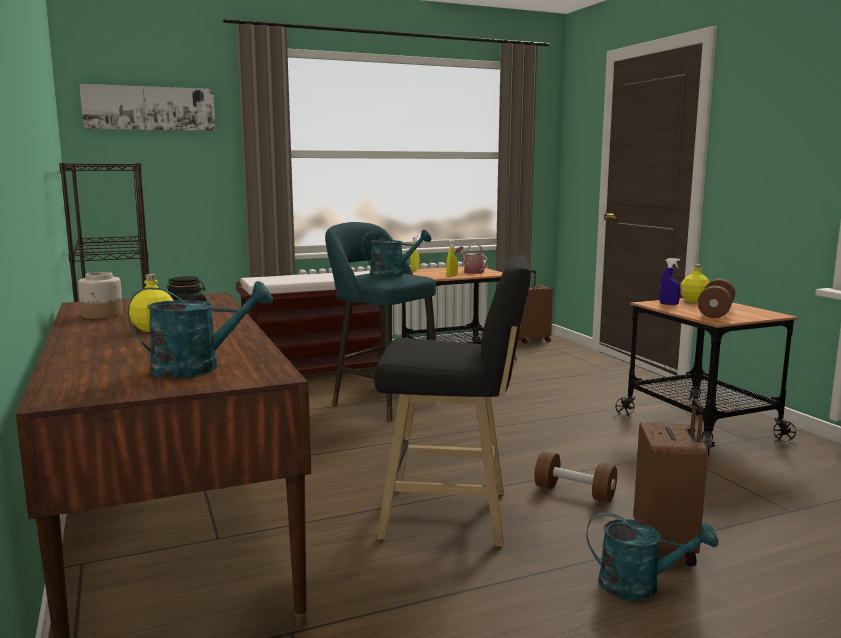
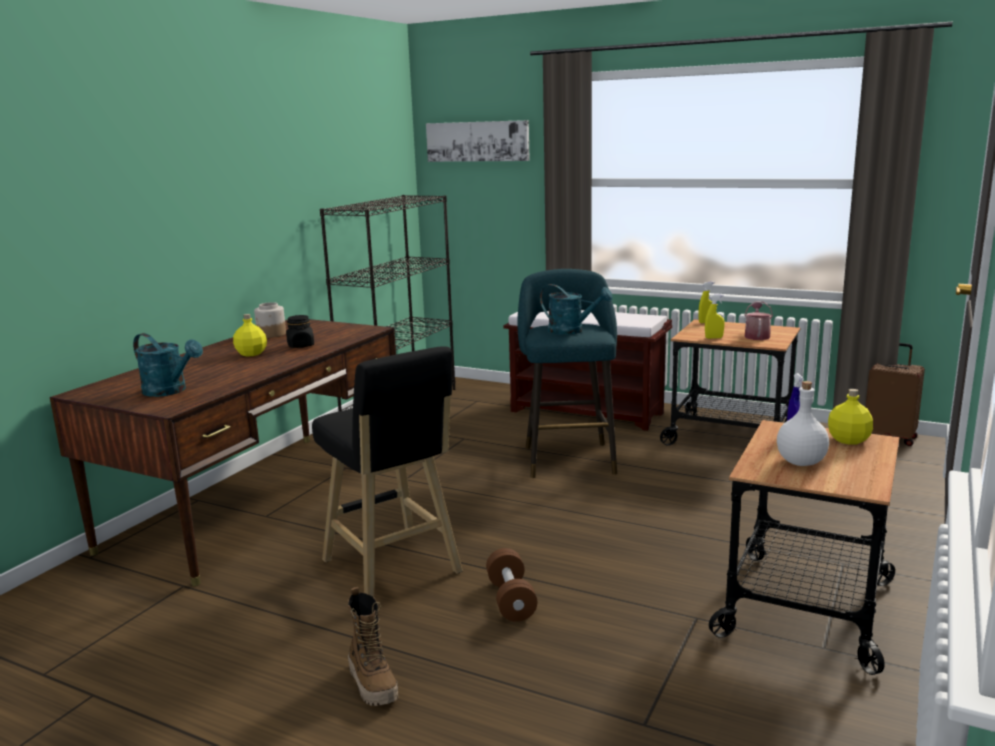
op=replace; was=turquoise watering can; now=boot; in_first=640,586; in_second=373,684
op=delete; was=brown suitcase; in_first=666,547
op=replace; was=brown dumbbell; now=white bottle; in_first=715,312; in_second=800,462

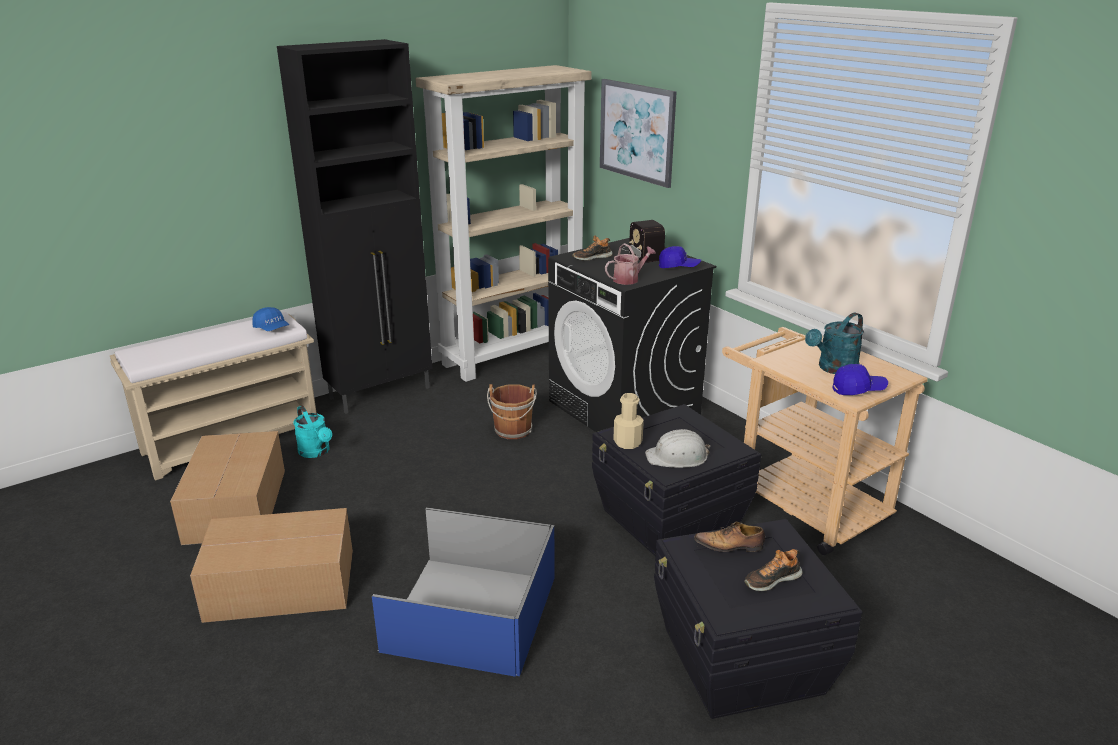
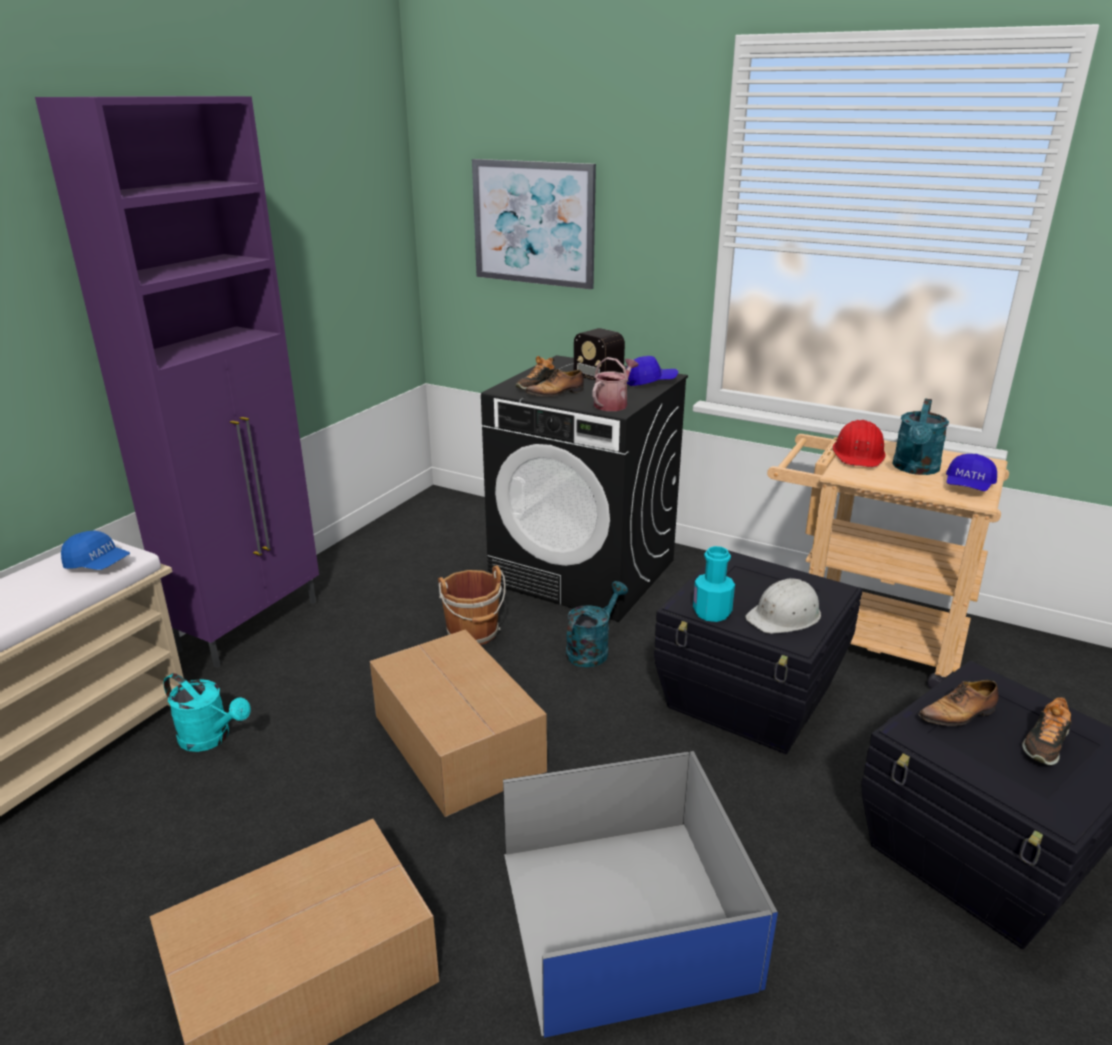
op=move; was=cardboard box; in_first=237,504; in_second=457,740
op=recolor; was=black cabinet; now=purple cabinet; in_first=382,393; in_second=251,625
op=delete; was=beige bookcase; in_first=513,354
op=recolor; was=beige bottle; now=turquoise bottle; in_first=627,442; in_second=712,612
op=rotate; was=blue cap; in_first=858,389; in_second=968,487; clockwise=150
op=insert; now=shoe; in_second=556,393
op=insert; now=turquoise watering can; in_second=592,649
op=insert; now=red hard hat; in_second=859,454

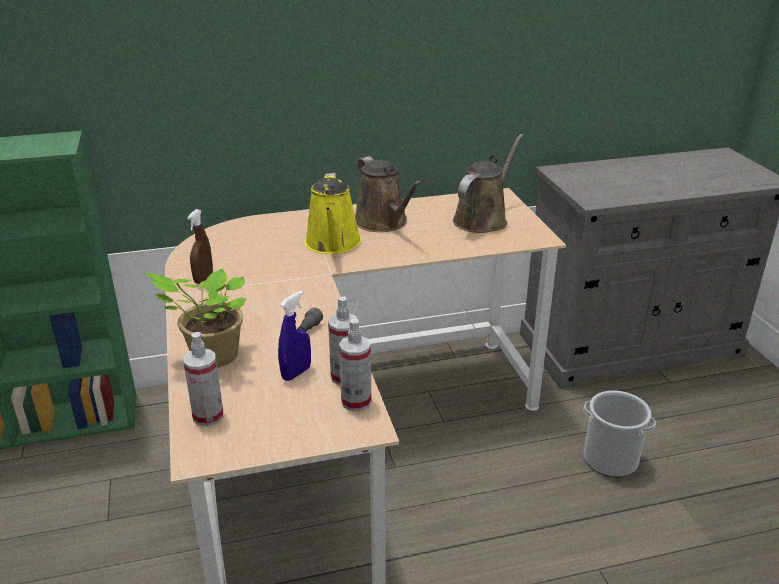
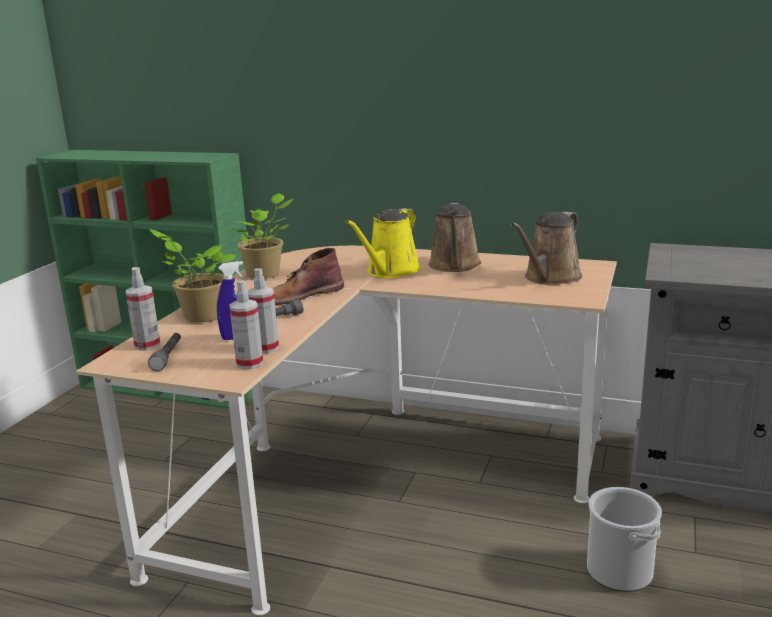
op=replace; was=brown spray bottle; now=potted plant; in_first=203,278; in_second=266,274
op=rotate; was=brown watering can; in_first=483,219; in_second=550,278; clockwise=150
op=insert; now=grey flashlight; in_second=168,357
op=insert; now=brown boot; in_second=302,295

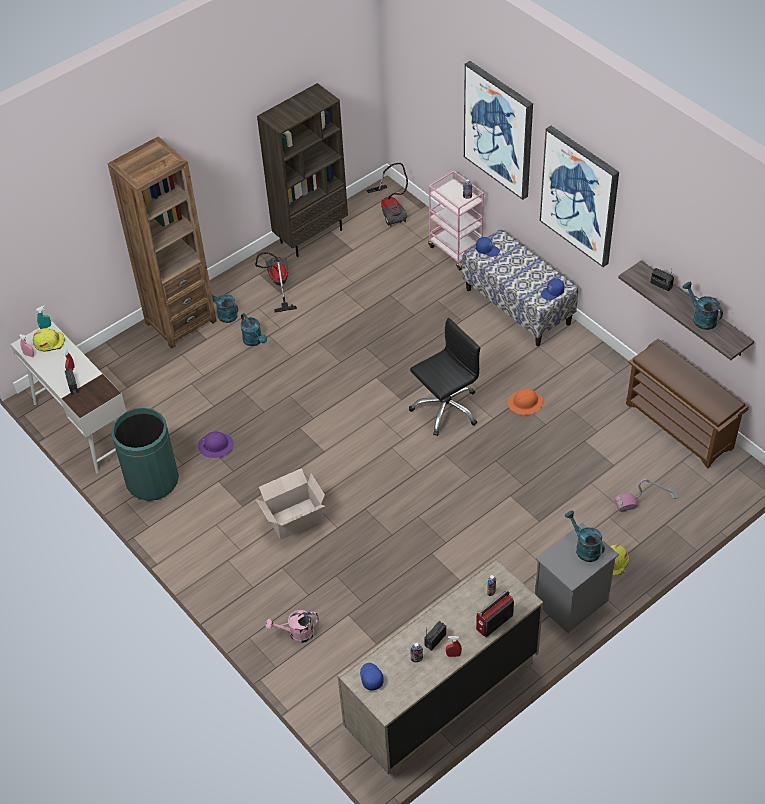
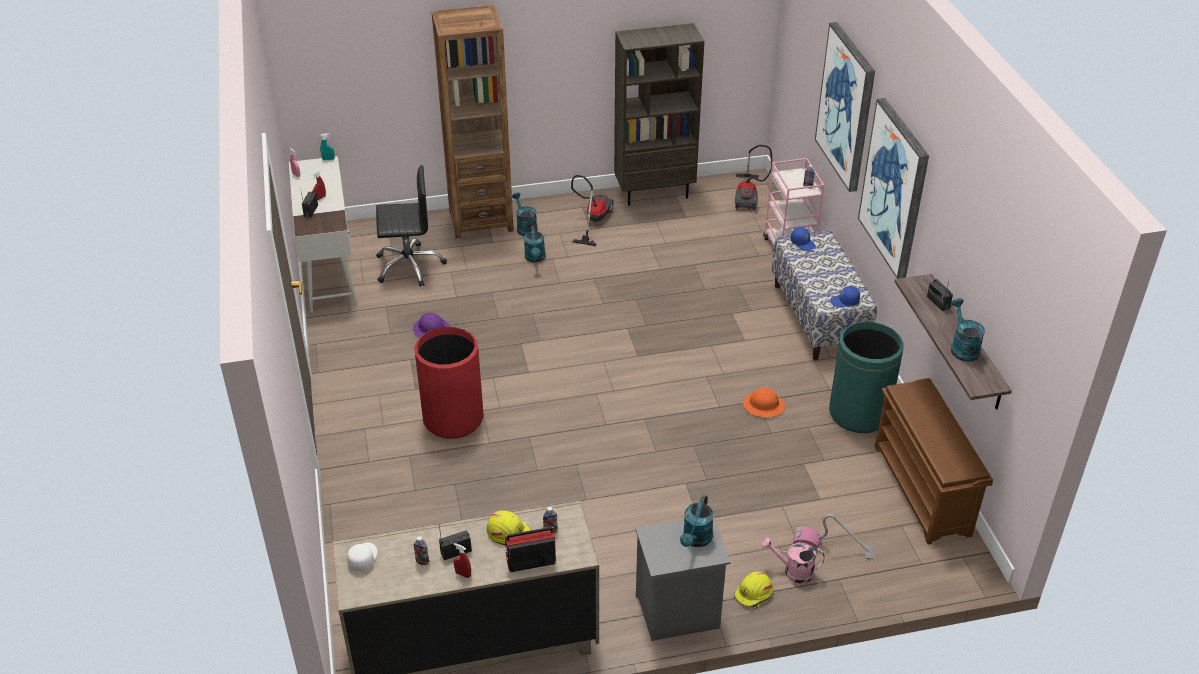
op=move; was=yellow hard hat; in_first=49,342; in_second=508,532
op=move; was=green trash can; in_first=152,480; in_second=858,413
op=replace; was=cardboard box; now=red trash can; in_first=293,519; in_second=453,418
op=move; was=pink watering can; in_first=296,634; in_second=793,571
op=recolor; was=blue cap; now=white cap; in_first=371,678; in_second=362,558
op=move; was=black office chair; in_first=445,408; in_second=409,266
op=rotate; was=turquoise watering can; in_first=584,548; in_second=696,540; clockwise=-150

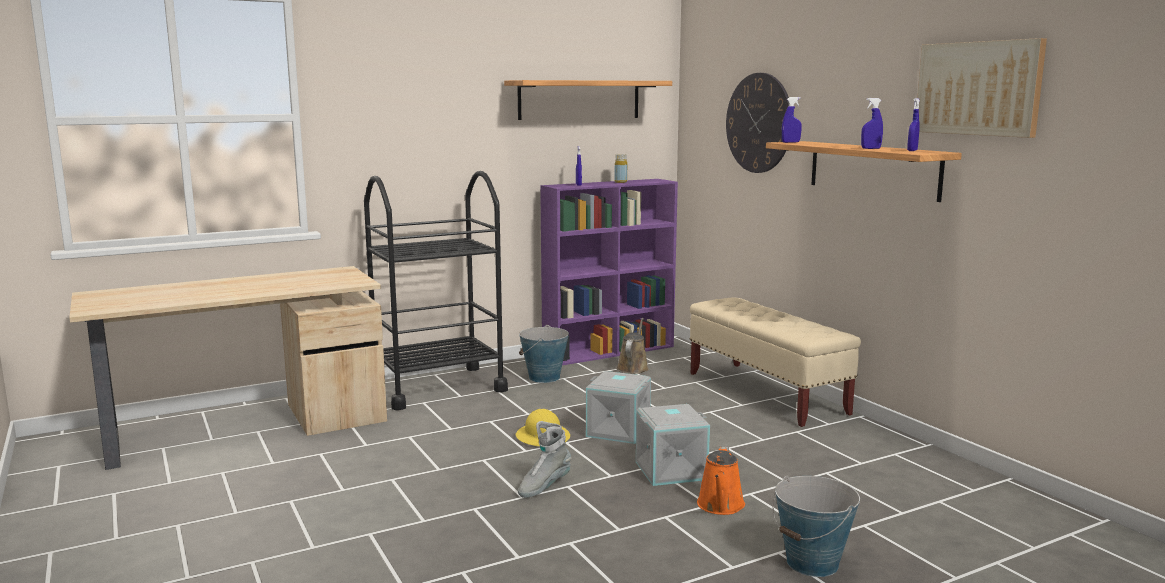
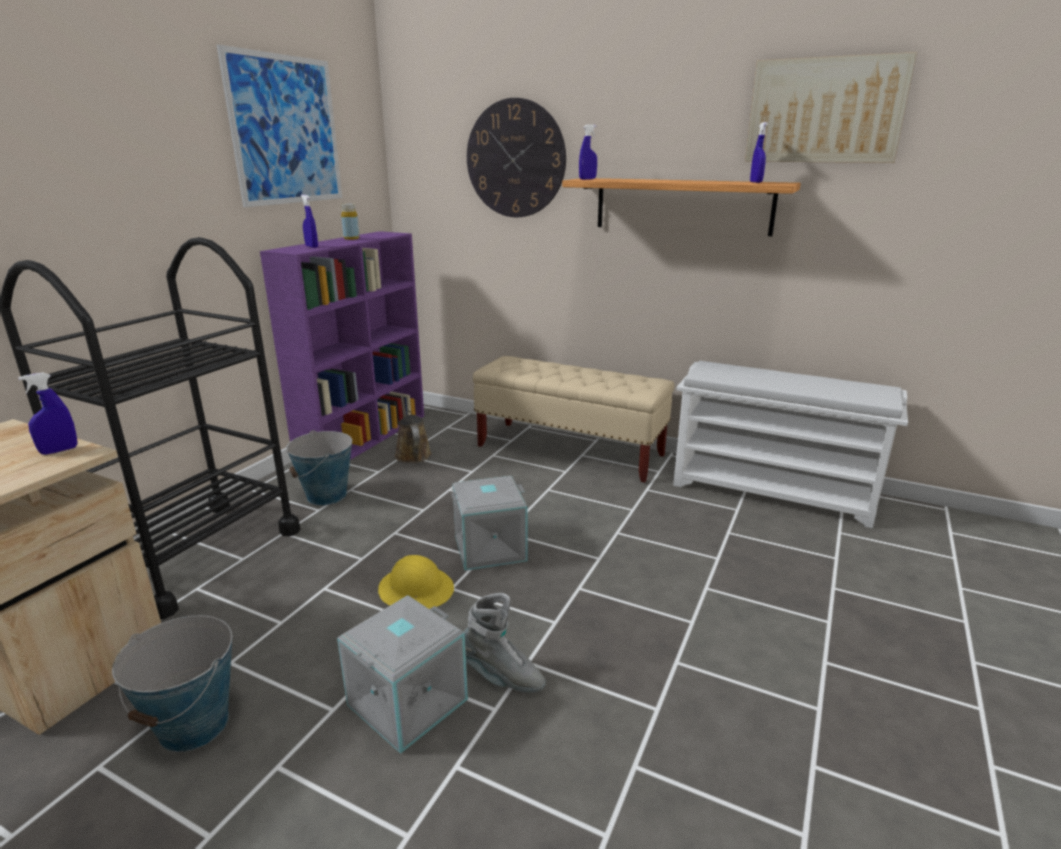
op=replace; was=shelf; now=picture; in_first=579,99; in_second=286,131
op=rotate; was=grey boot; in_first=544,486; in_second=502,676; clockwise=-75
op=move; was=grey storage box; in_first=671,470; in_second=407,700
op=delete; was=orange watering can; in_first=720,506
op=move; was=bucket; in_first=812,563; in_second=194,725
op=move; was=blue spray bottle; in_first=870,148; in_second=59,450
op=insert; now=white shoe rack; in_second=773,491

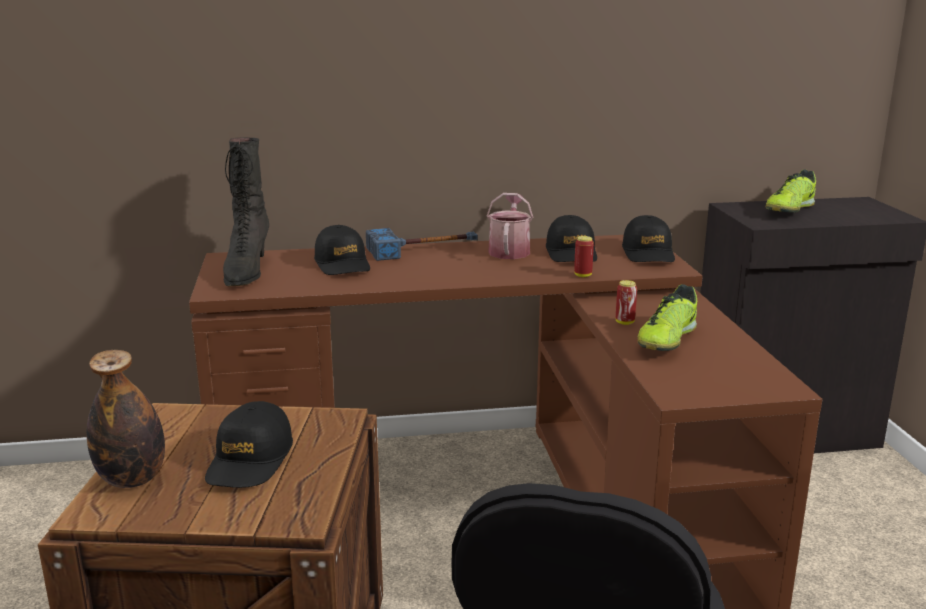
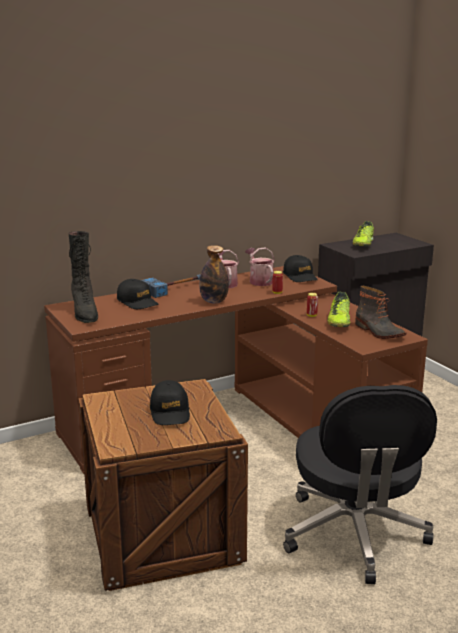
op=move; was=bottle; in_first=132,479; in_second=214,301
op=replace; was=black cap; now=watering can; in_first=571,253; in_second=259,281
op=insert; now=boot; in_second=378,332

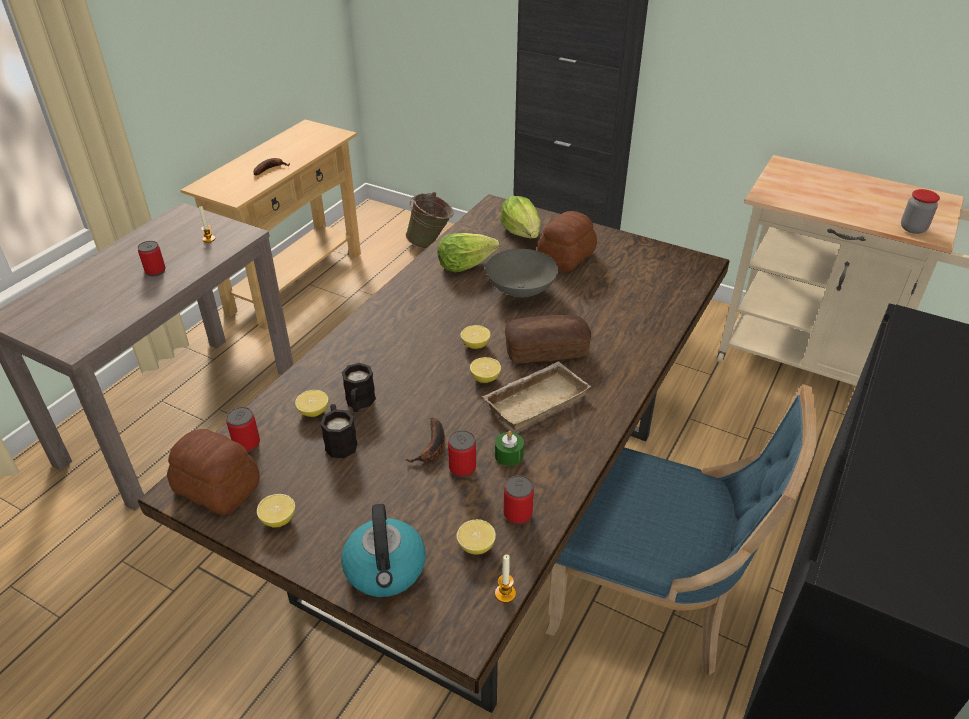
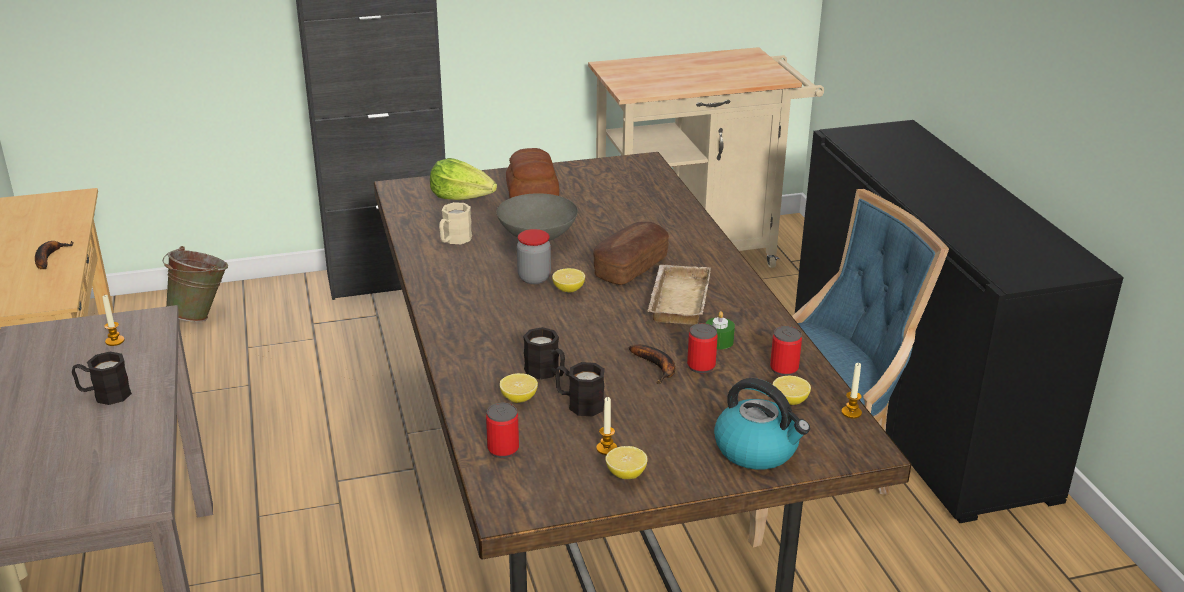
op=replace; was=can; now=black mug; in_first=155,271; in_second=104,395
op=delete; was=bread; in_first=217,488
op=replace; was=lettuce; now=beige mug; in_first=465,264; in_second=454,240
op=delete; was=lemon; in_first=485,378
op=move; was=jar; in_first=913,228; in_second=534,278
op=insert; now=candle; in_second=606,448

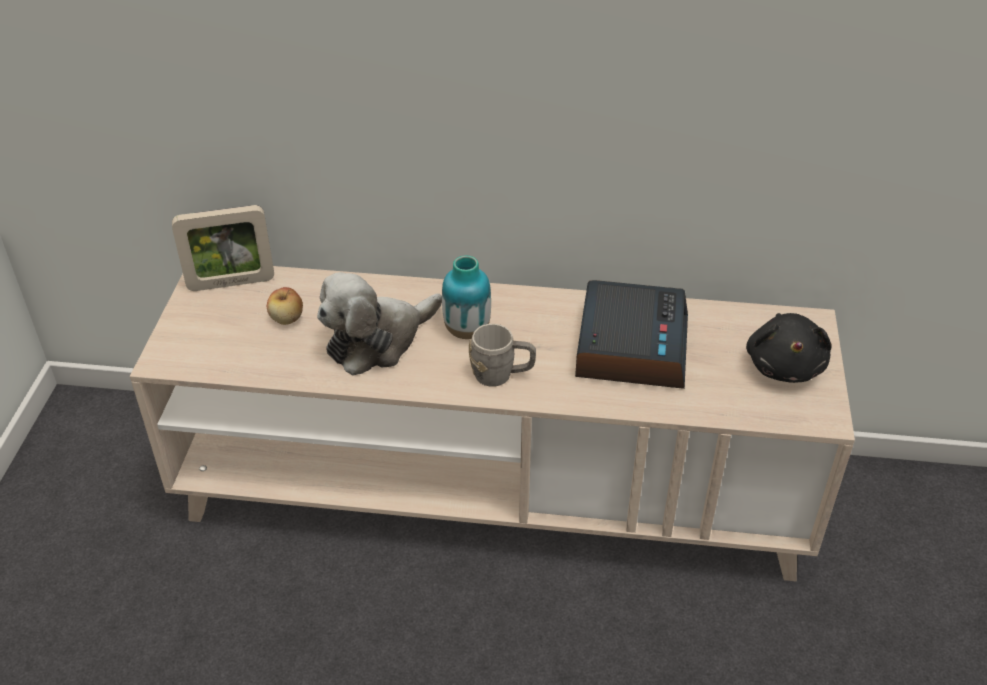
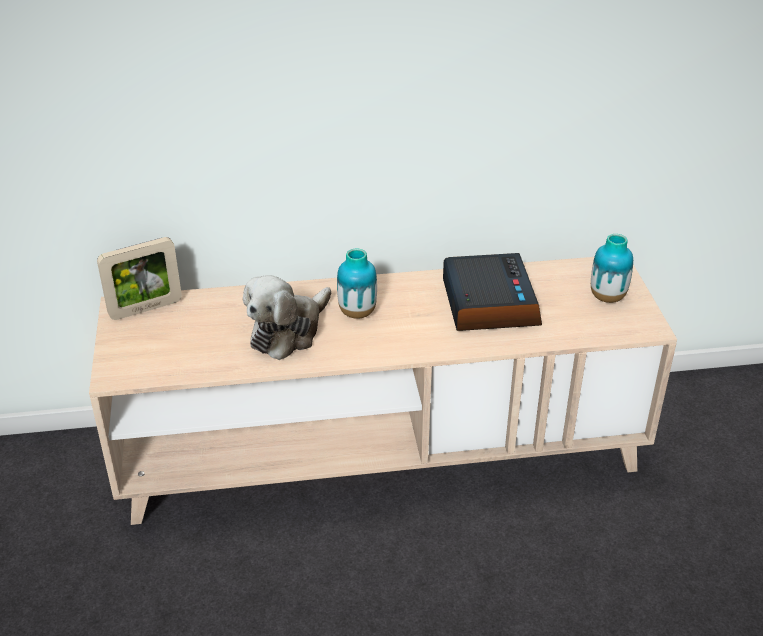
op=delete; was=apple; in_first=287,319
op=delete; was=grey mug; in_first=502,375
op=replace; was=black plush toy; now=vase; in_first=784,365; in_second=607,297

